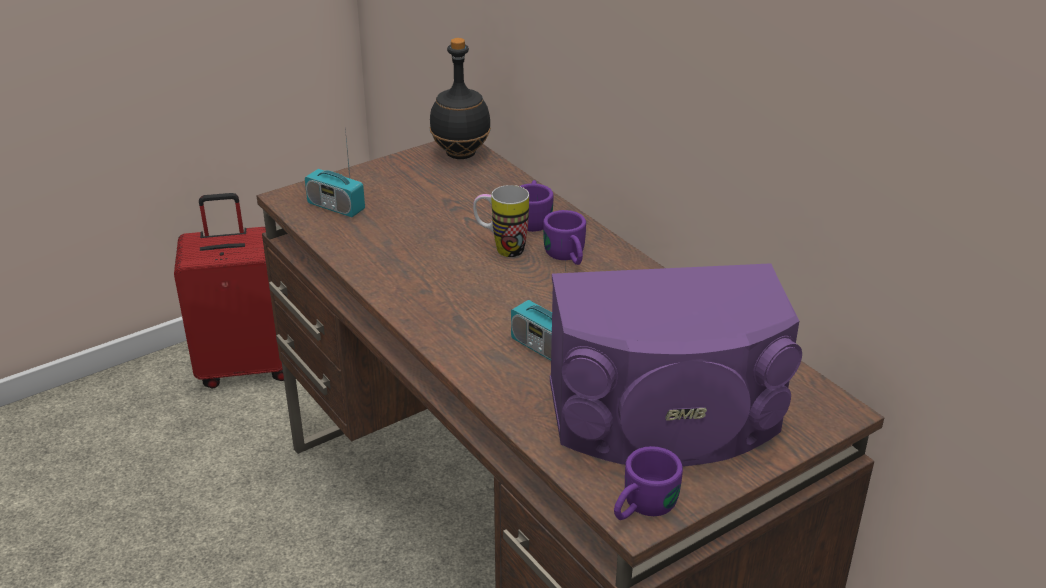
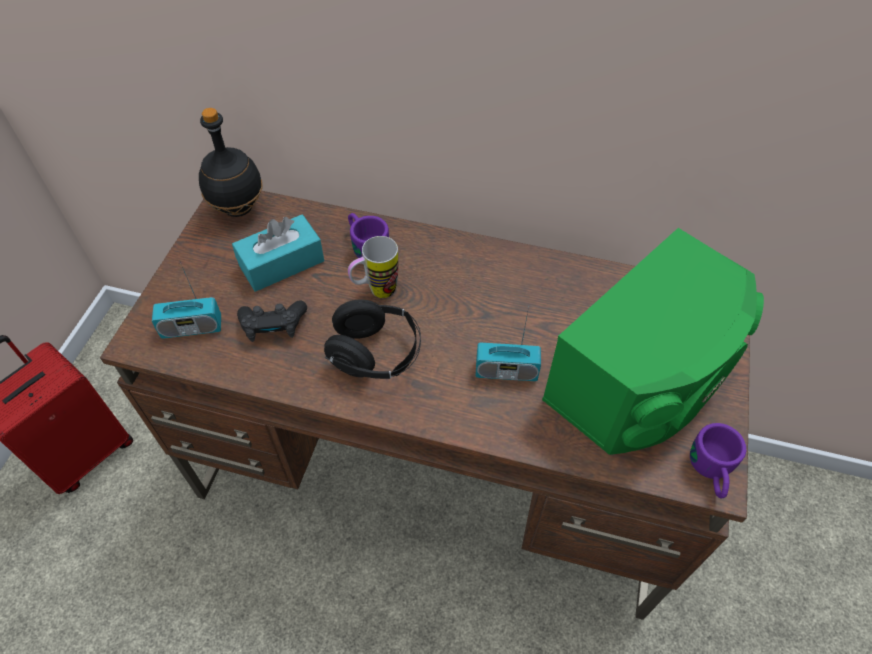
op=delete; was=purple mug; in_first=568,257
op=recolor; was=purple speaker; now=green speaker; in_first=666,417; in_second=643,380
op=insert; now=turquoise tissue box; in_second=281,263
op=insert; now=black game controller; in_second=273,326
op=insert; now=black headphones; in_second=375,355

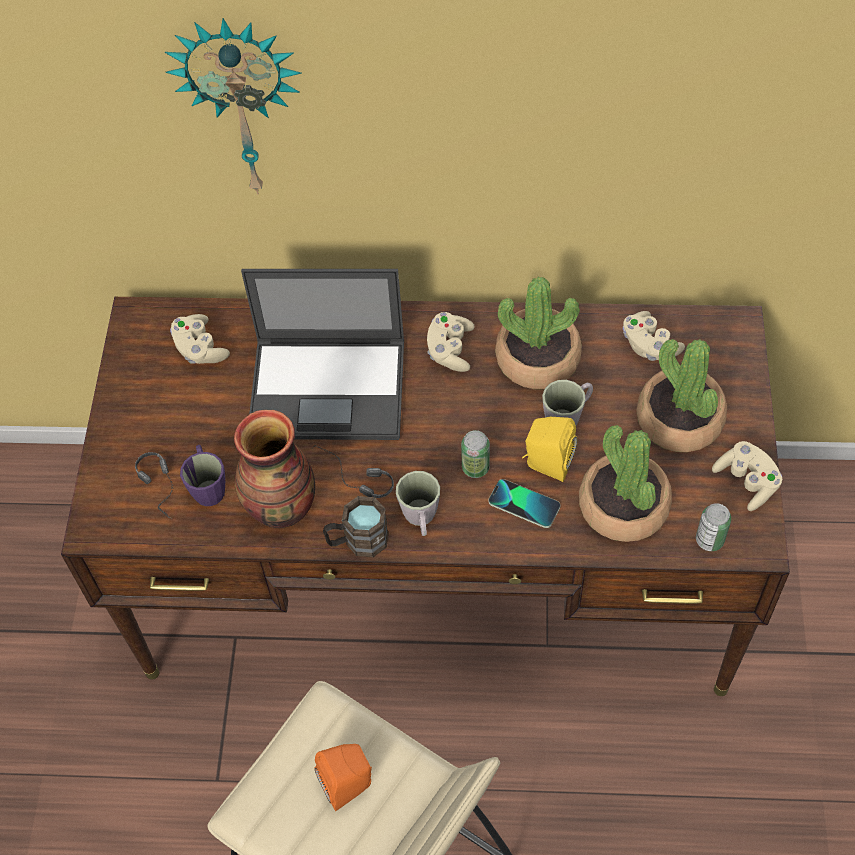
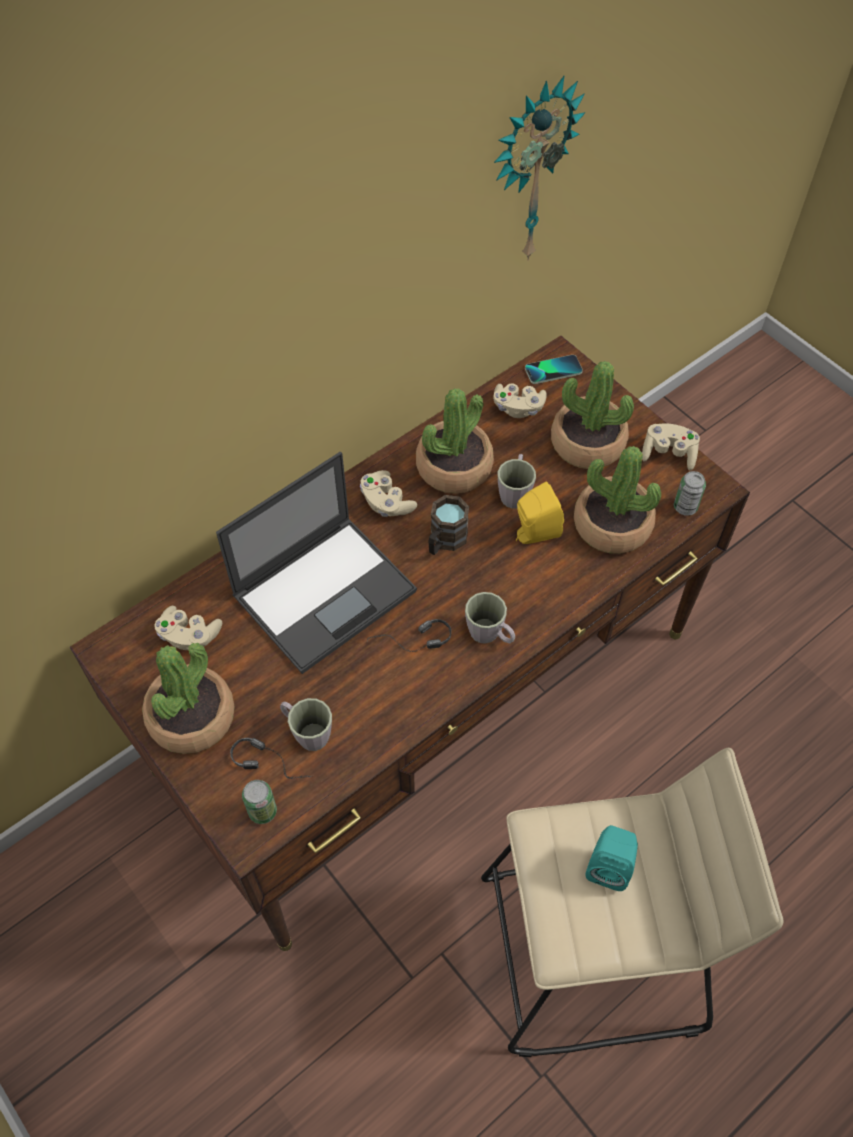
op=move; was=wall clock; in_first=242,104; in_second=530,173
op=recolor; was=purple mug; now=grey mug; in_first=208,486; in_second=307,732
op=delete; was=vase; in_first=282,508
op=recolor; was=orange speaker; now=turquoise speaker; in_first=350,785; in_second=609,865
op=move; was=brown mug; in_first=357,541; in_second=444,541
op=move; was=can; in_first=475,467; in_second=262,811
op=move; was=phone; in_first=524,504; in_second=553,370
op=insert; now=potted plant; in_second=192,717

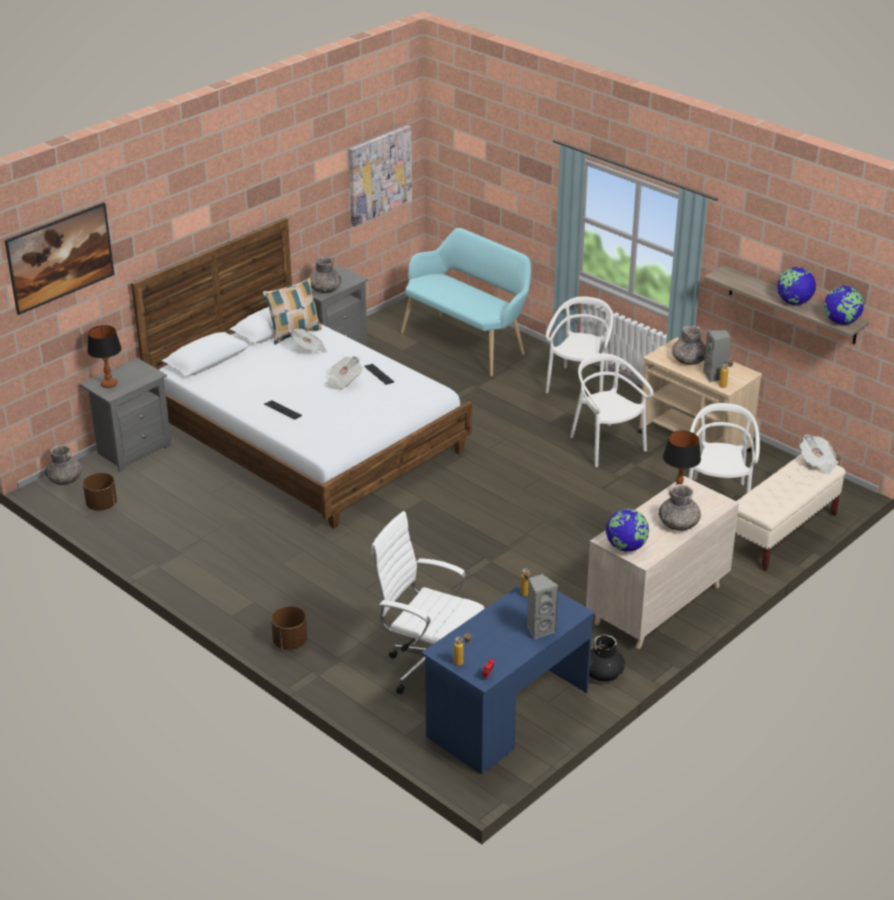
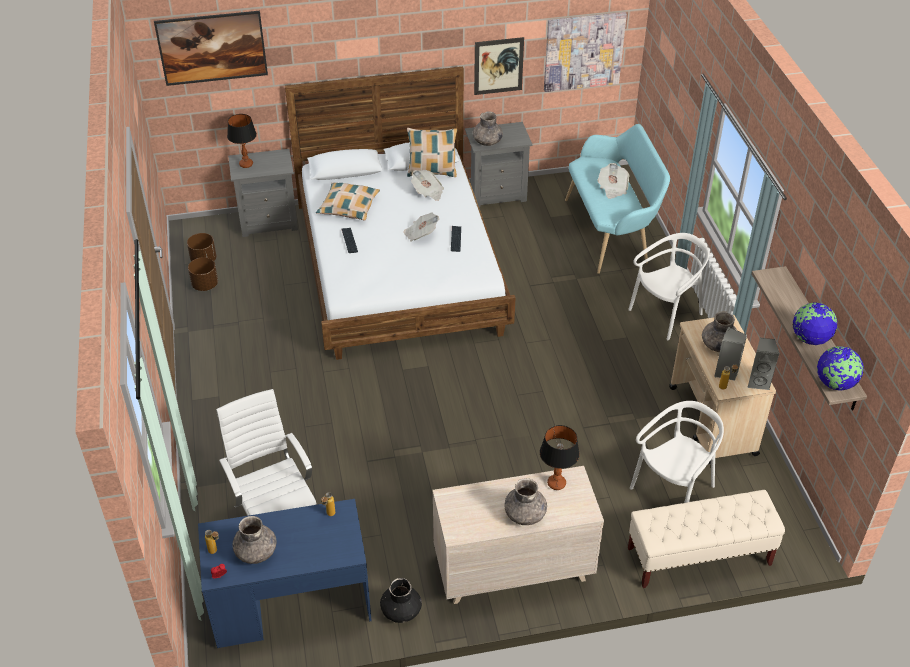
op=move; was=grey vase; in_first=65,479; in_second=256,551
op=move; was=brown planter; in_first=290,642; in_second=205,285
op=move; was=grey speaker; in_first=539,629; in_second=758,382
op=delete; was=white chair; in_first=606,445
op=delete; was=globe; in_first=626,547
op=move; was=newspaper; in_first=817,463; in_second=612,188
op=insert; now=pillow; in_second=348,207
op=insert; now=picture; in_second=498,66

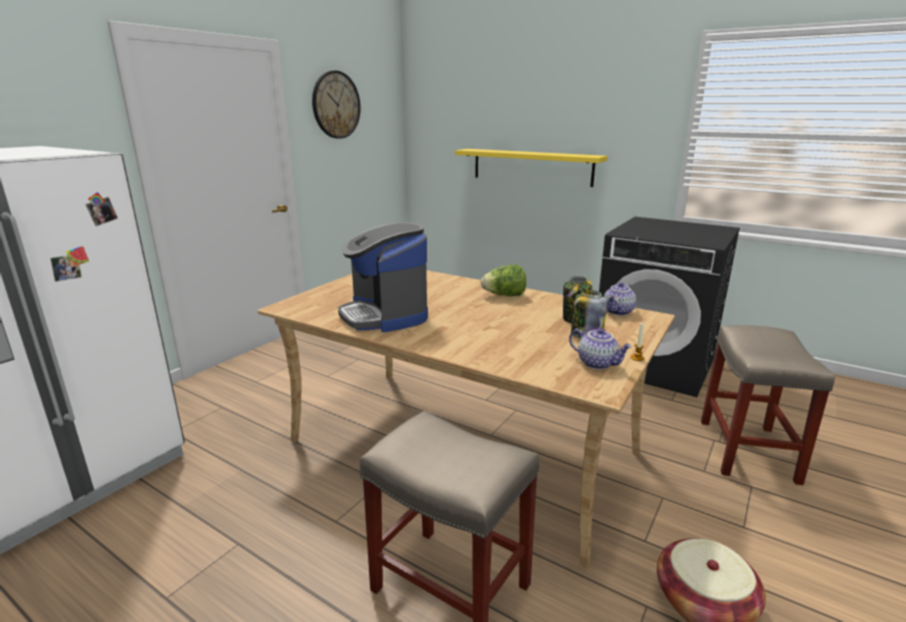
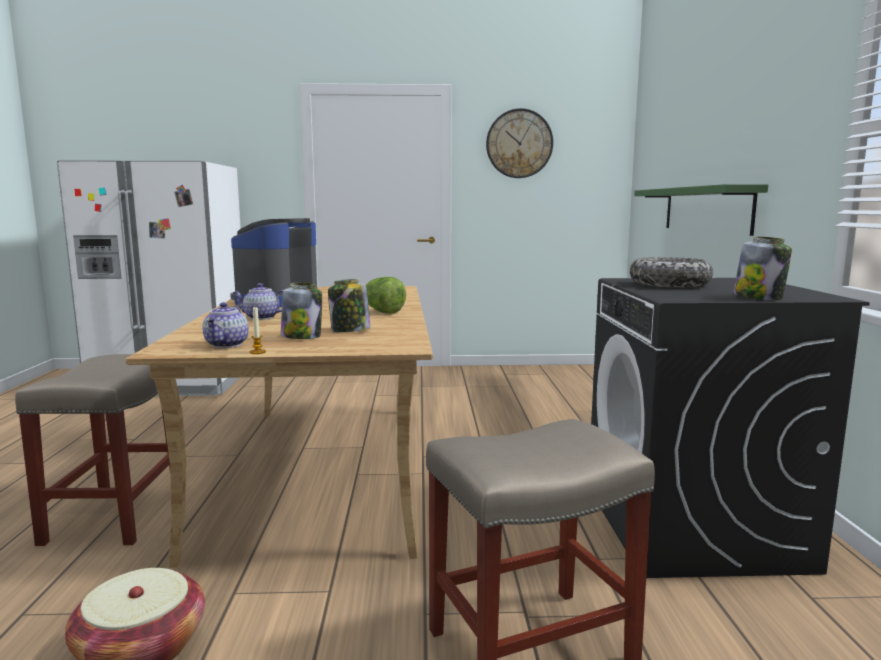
op=recolor; was=yellow shelf; now=green shelf; in_first=531,167; in_second=706,209
op=move; was=teapot; in_first=618,312; in_second=261,317
op=insert; now=bowl; in_second=669,284
op=insert; now=jar; in_second=759,297

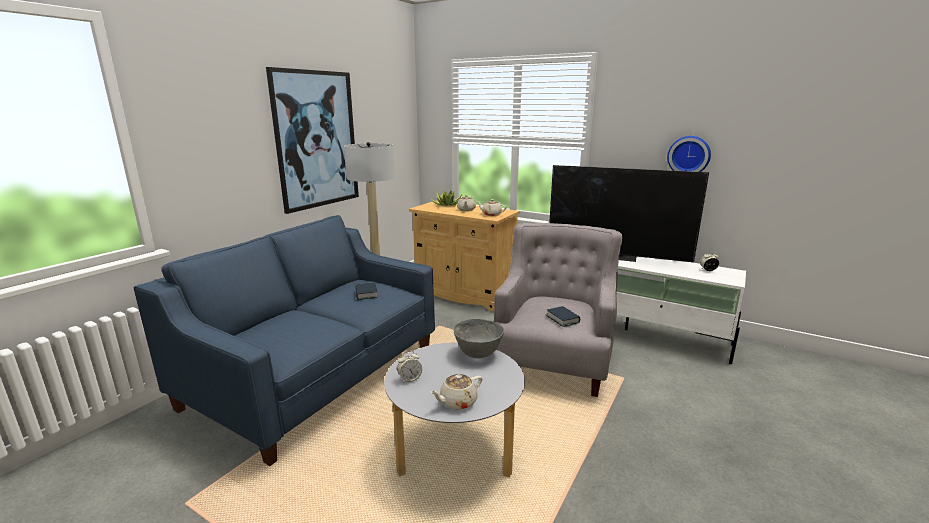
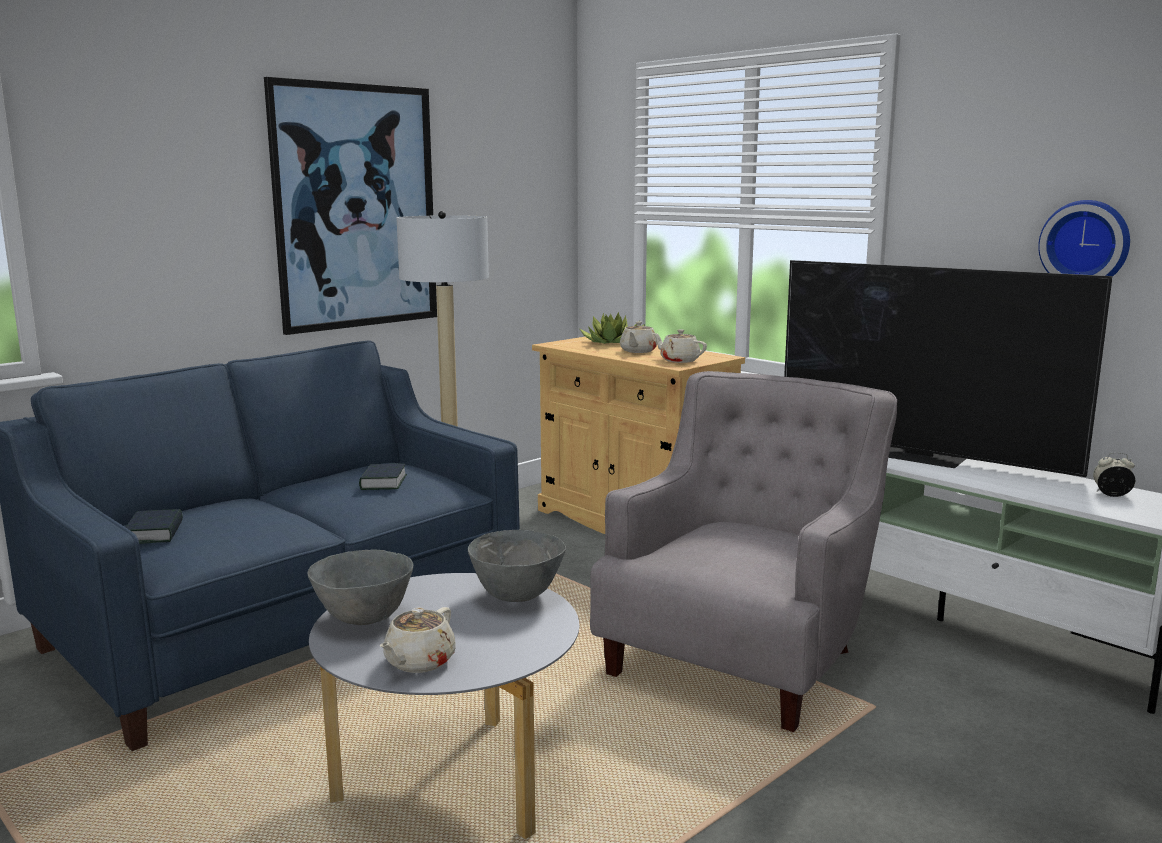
op=replace; was=alarm clock; now=grey bowl; in_first=410,379; in_second=364,619
op=rotate; was=beige teapot; in_first=457,402; in_second=418,662; clockwise=-45
op=move; was=book; in_first=562,319; in_second=155,533

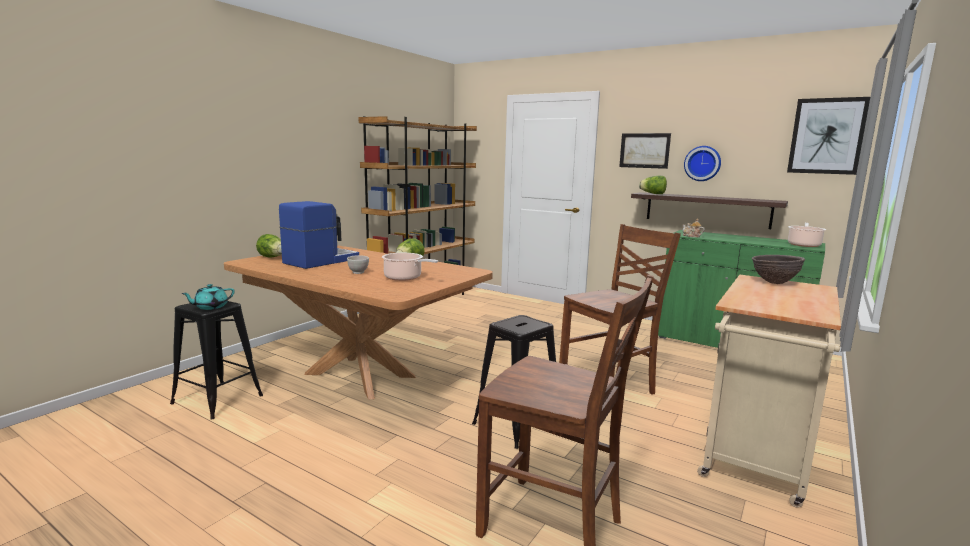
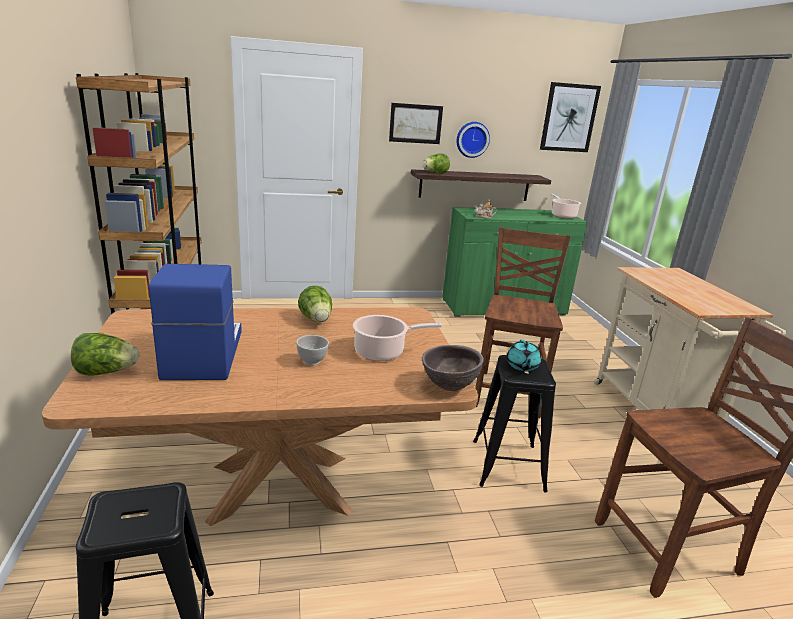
op=move; was=turquoise teapot; in_first=210,307; in_second=522,366
op=move; was=brown bowl; in_first=774,283; in_second=449,387

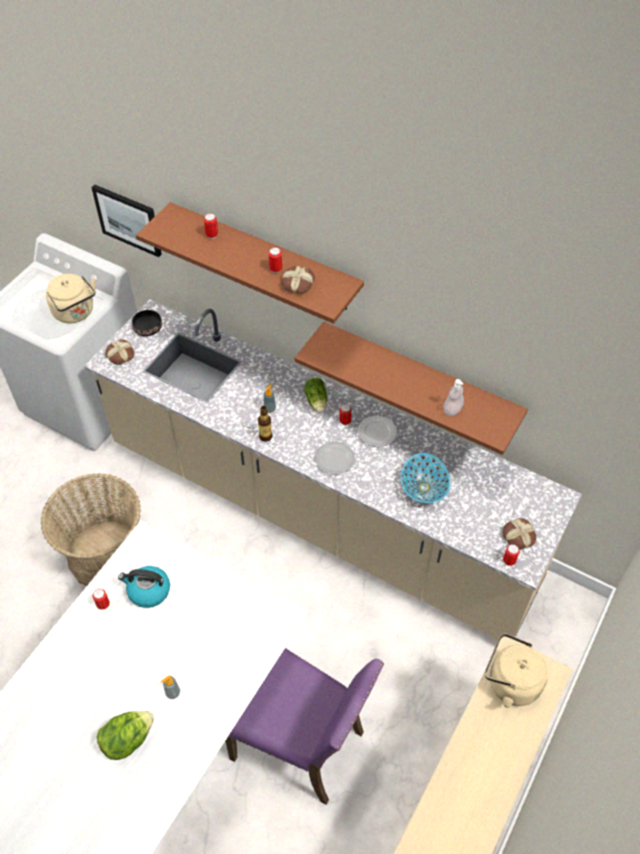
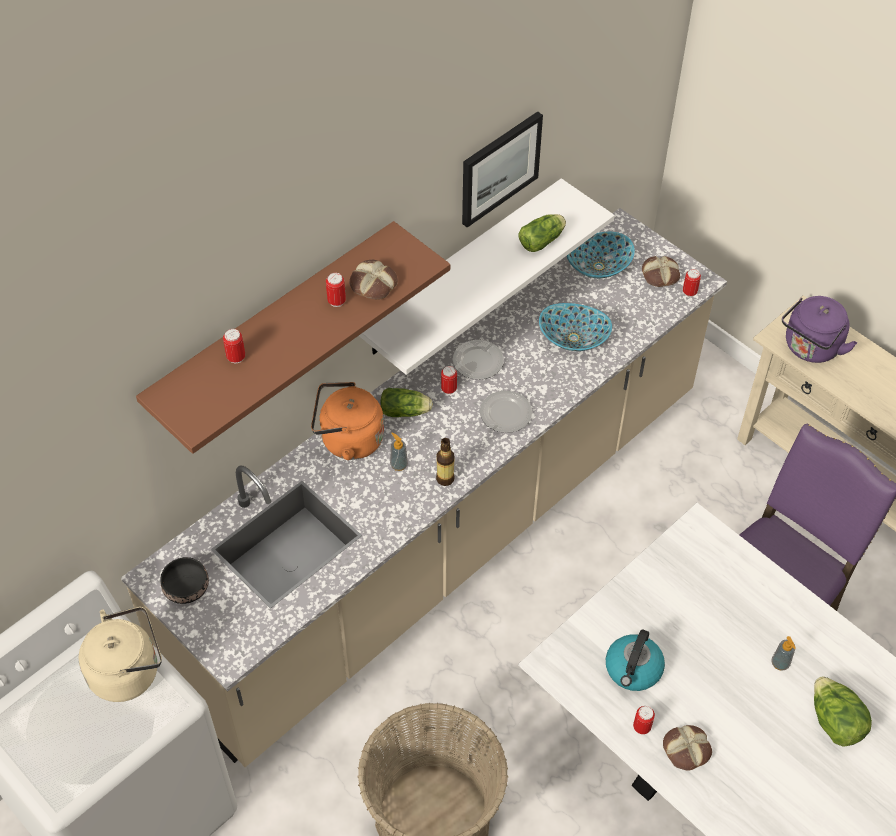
op=move; was=picture; in_first=128,219; in_second=499,168
op=move; was=bread; in_first=120,355; in_second=686,750
op=recolor; was=brown shelf; now=white shelf; in_first=419,378; in_second=461,269
op=replace; was=soap dispenser; now=lettuce; in_first=452,410; in_second=543,240
op=recolor; was=beige kettle; now=purple kettle; in_first=510,682; in_second=810,348
op=insert; now=orange kettle; in_second=348,440
op=insert; now=bowl; in_second=598,267

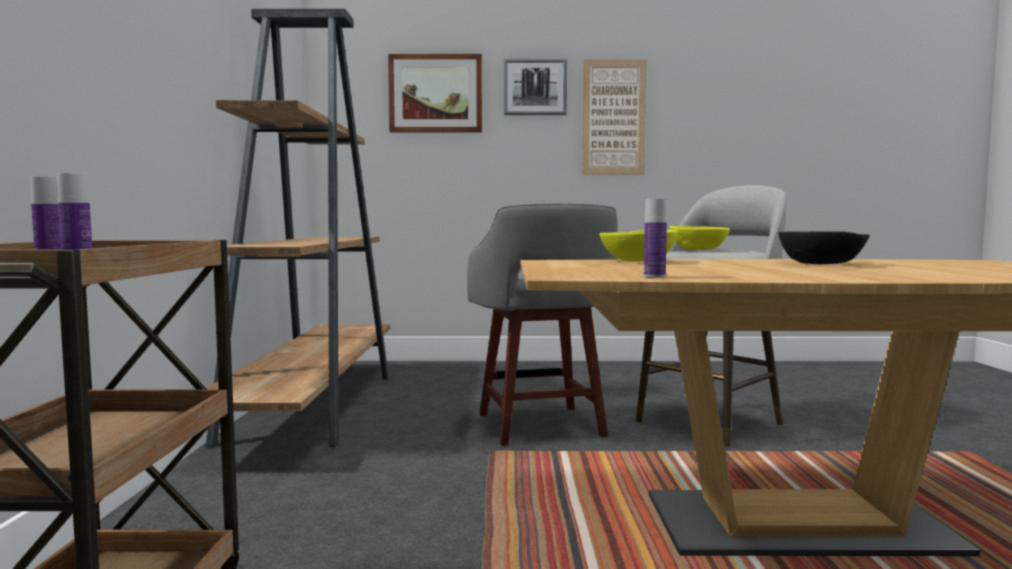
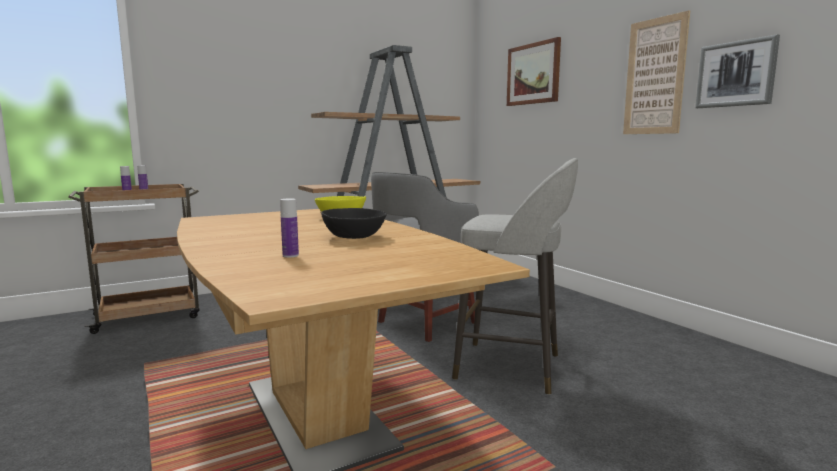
op=move; was=picture; in_first=535,87; in_second=736,74
op=move; was=bottle; in_first=654,276; in_second=290,255
op=delete; was=yellow bowl; in_first=699,249

